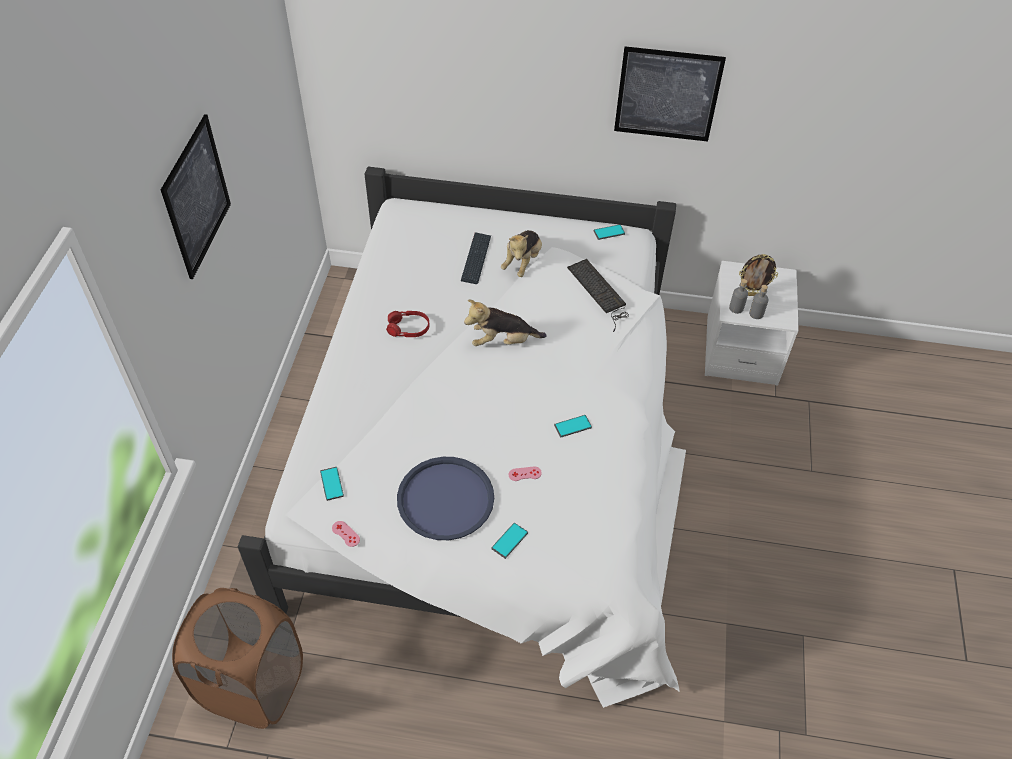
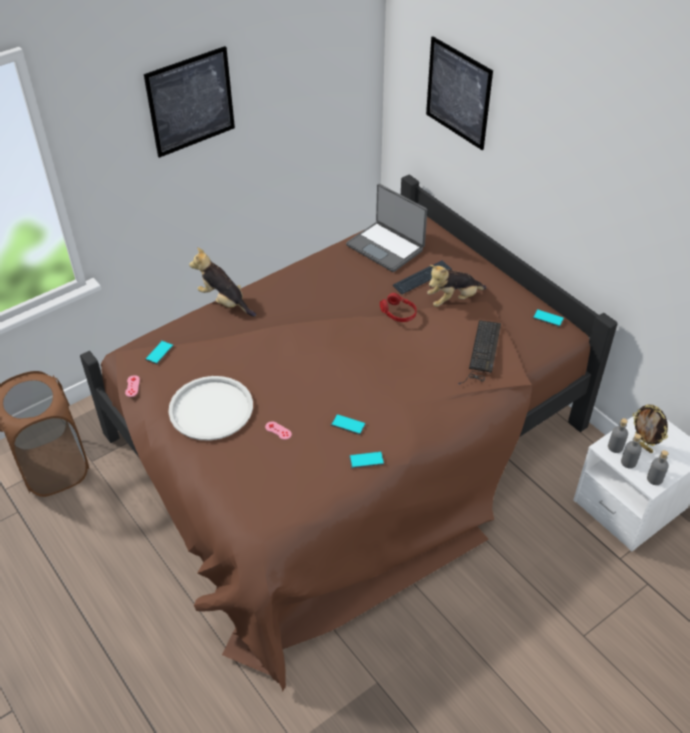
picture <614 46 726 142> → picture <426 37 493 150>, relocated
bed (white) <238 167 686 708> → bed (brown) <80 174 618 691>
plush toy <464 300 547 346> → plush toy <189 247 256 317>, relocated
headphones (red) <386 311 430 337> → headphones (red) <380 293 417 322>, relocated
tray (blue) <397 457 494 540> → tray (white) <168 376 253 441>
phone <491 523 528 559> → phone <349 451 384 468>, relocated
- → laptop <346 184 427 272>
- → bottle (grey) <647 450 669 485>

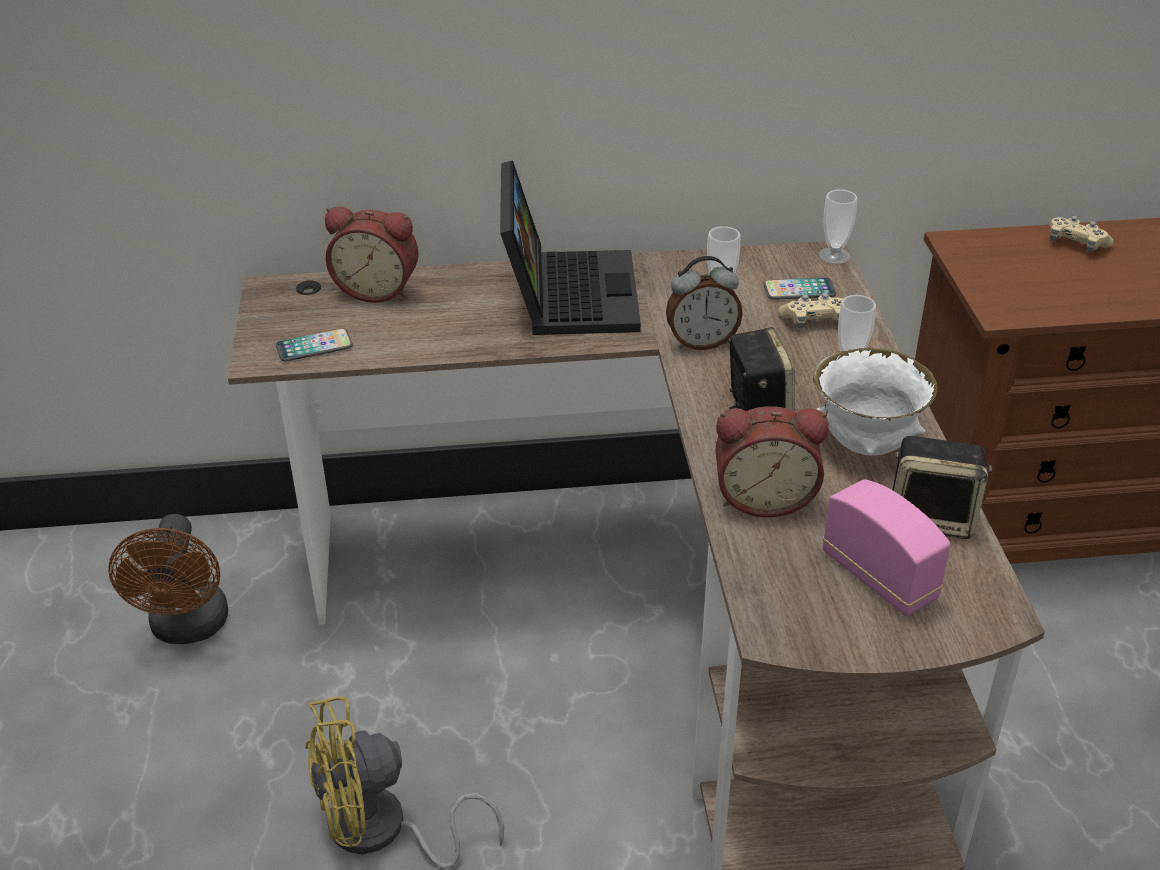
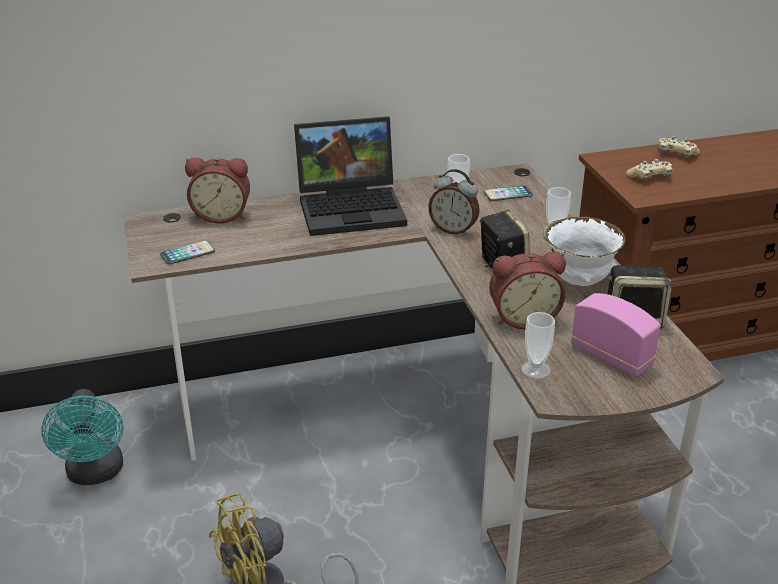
laptop <500 160 641 335> → laptop <294 116 407 236>, 90 degrees clockwise
cup <819 189 858 264> → cup <521 312 555 379>, relocated
alarm clock <666 256 743 350> → alarm clock <428 169 480 236>, 45 degrees clockwise
game controller (beige) <778 293 843 328> → game controller (beige) <626 159 672 181>, relocated
fan (brown) <108 514 228 644> → fan (turquoise) <41 389 124 485>

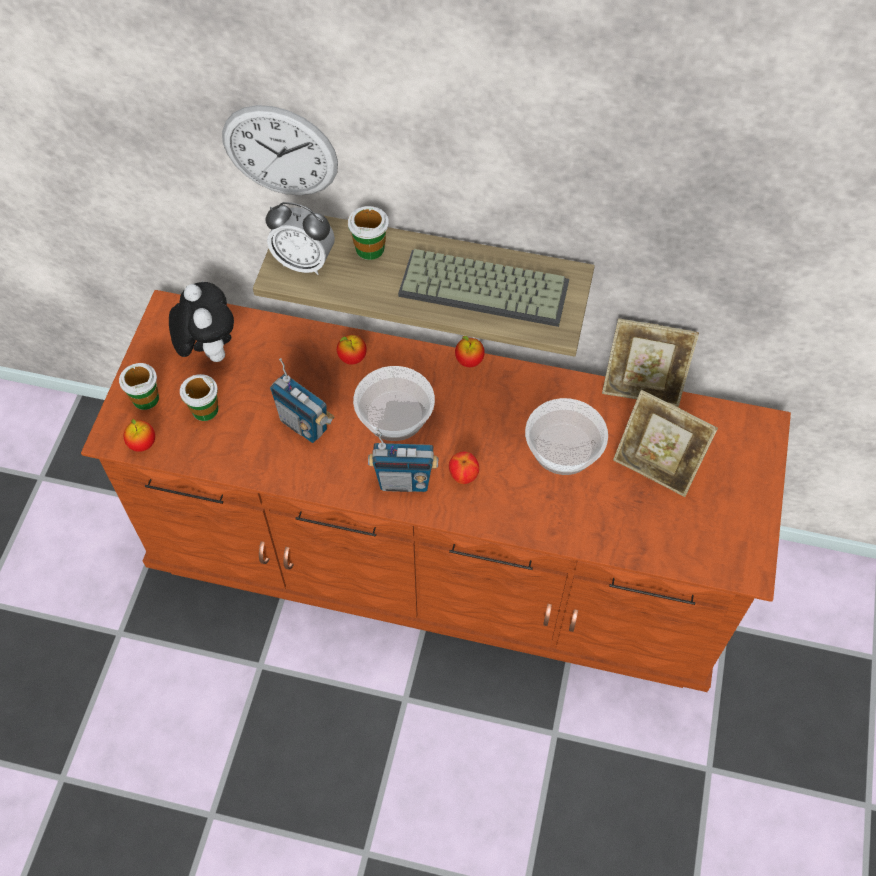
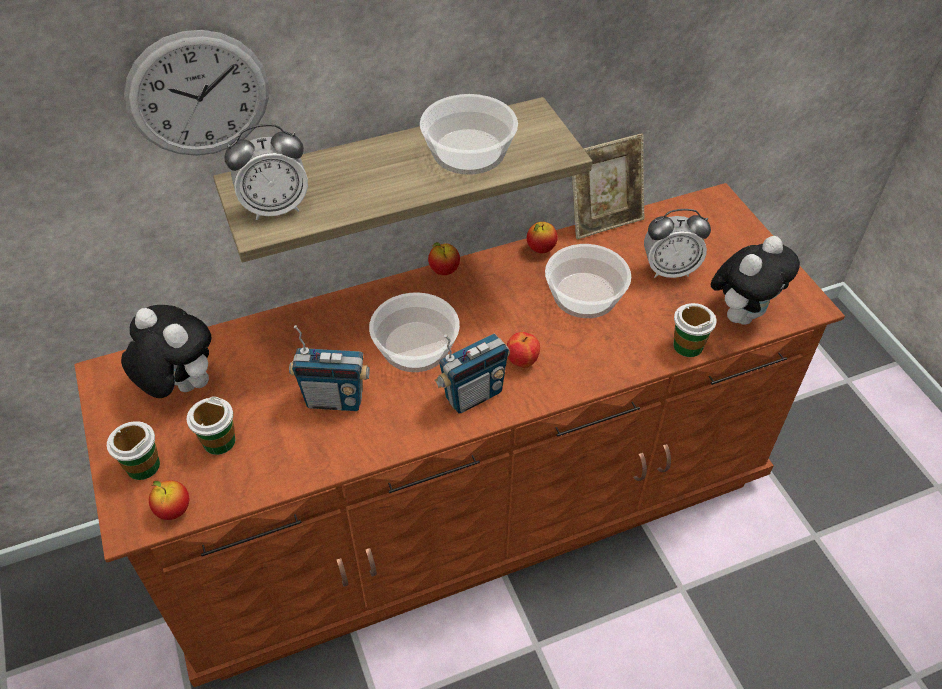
cup <348 206 389 260> → cup <673 303 717 357>, relocated
keyboard <398 249 569 327> → bowl <420 94 518 175>
apple <337 335 367 365> → apple <527 222 557 253>, relocated
picture frame <613 390 718 497> → alarm clock <644 209 711 278>
- → plush toy <710 236 800 325>

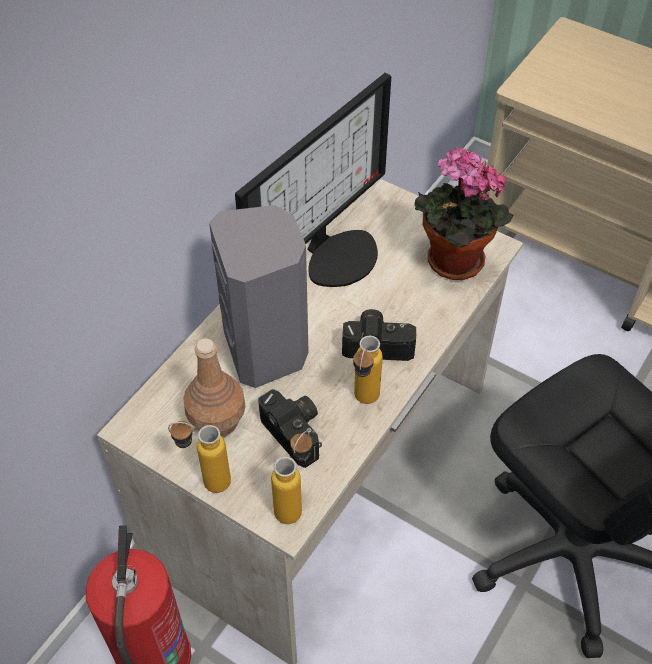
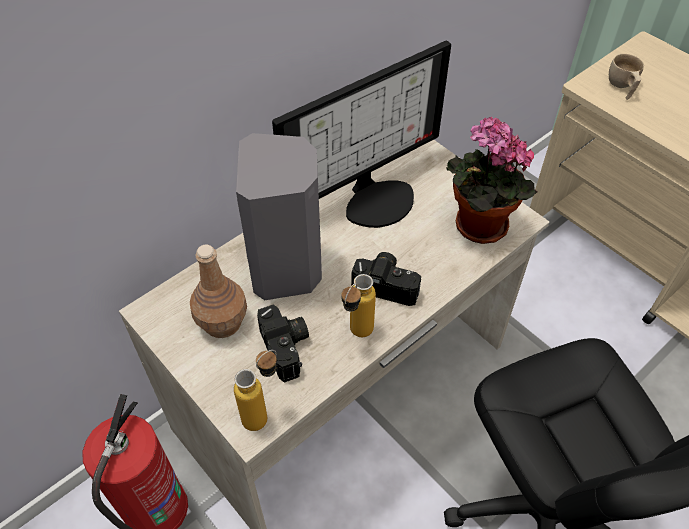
bottle <168 421 231 493> → -
- → cup (beige) <609 54 644 100>

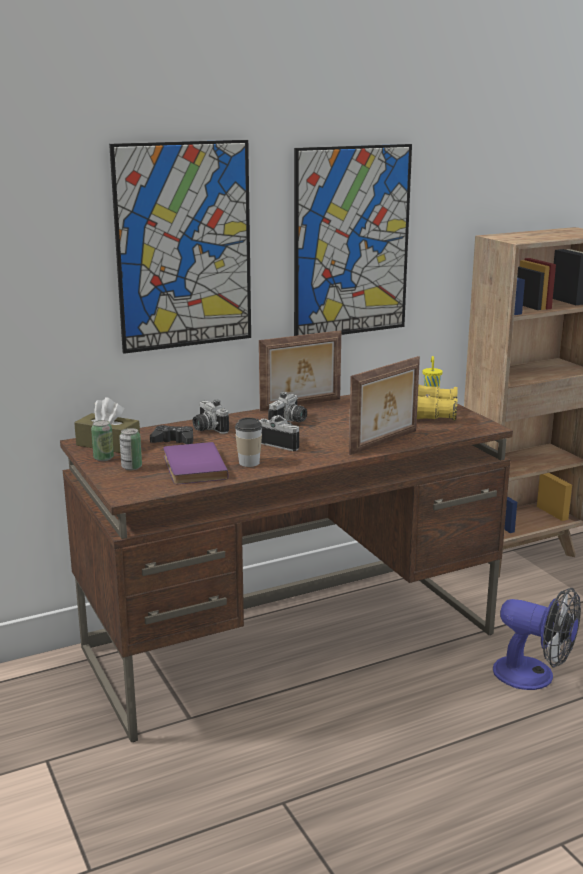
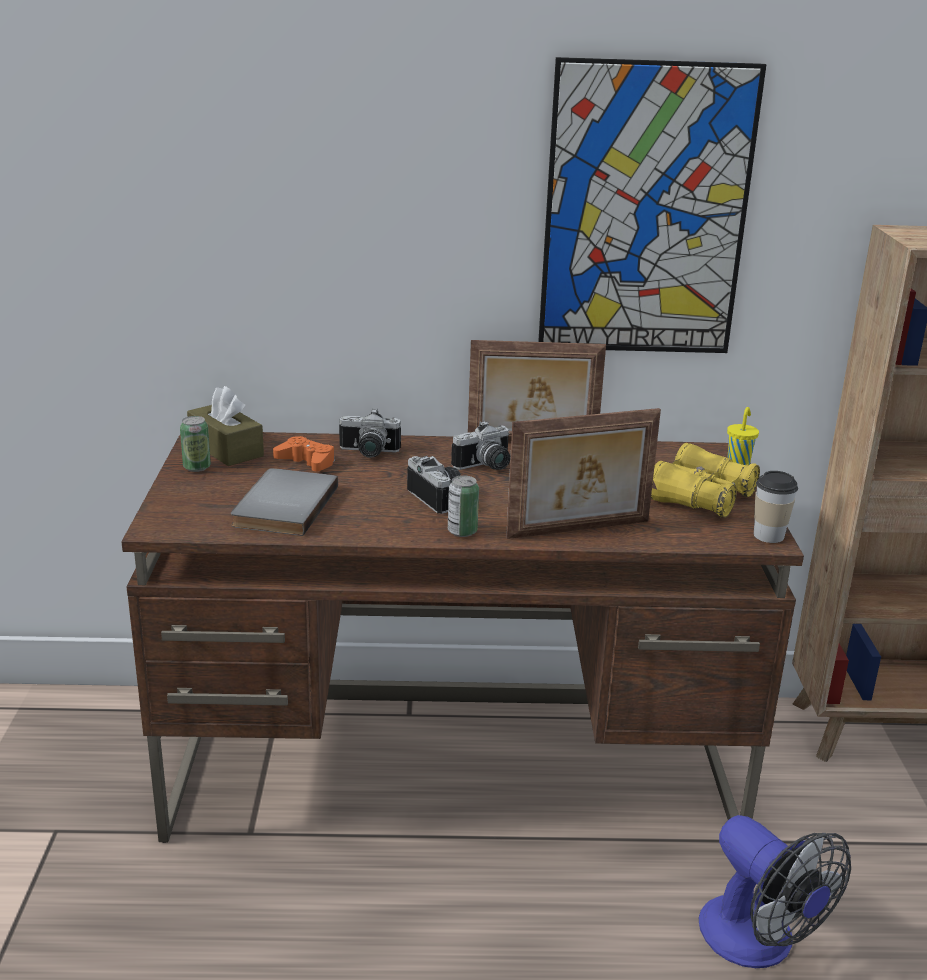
picture <109 140 251 354> → -
photo camera <193 400 229 434> → photo camera <339 409 401 458>, 75 degrees counterclockwise
cup <235 418 263 467> → cup <754 471 798 543>, relocated
game controller (black) <150 425 193 444> → game controller (orange) <273 436 335 471>
can <119 428 142 470> → can <448 475 479 537>, relocated
book (purple) <163 442 228 484> → book (grey) <231 468 338 536>

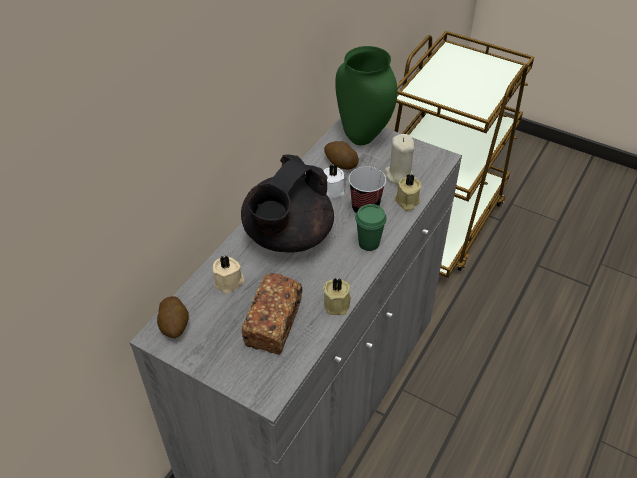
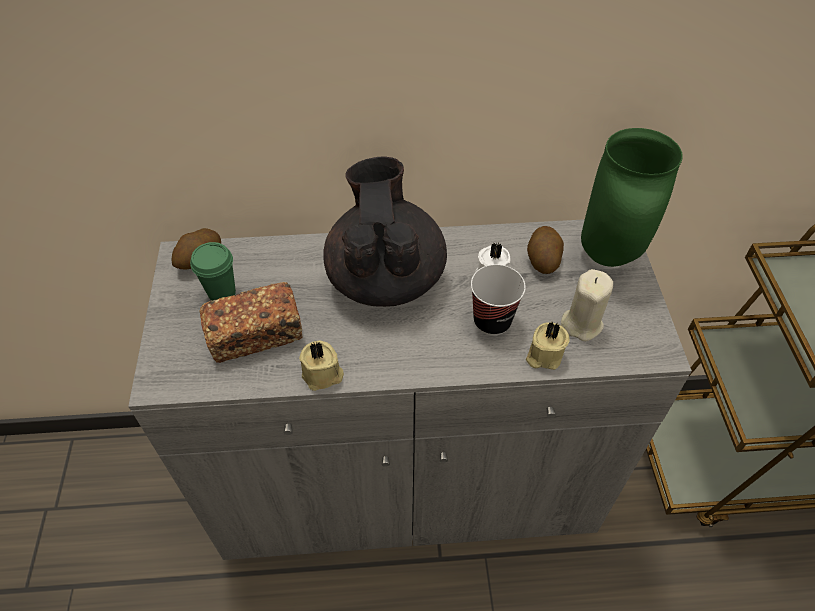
teapot (black) <241 155 334 252> → teapot (black) <323 157 447 307>, 90 degrees clockwise
cup (green) <355 204 387 251> → cup (green) <190 242 236 300>, relocated
candle (beige) <213 256 244 294> → -

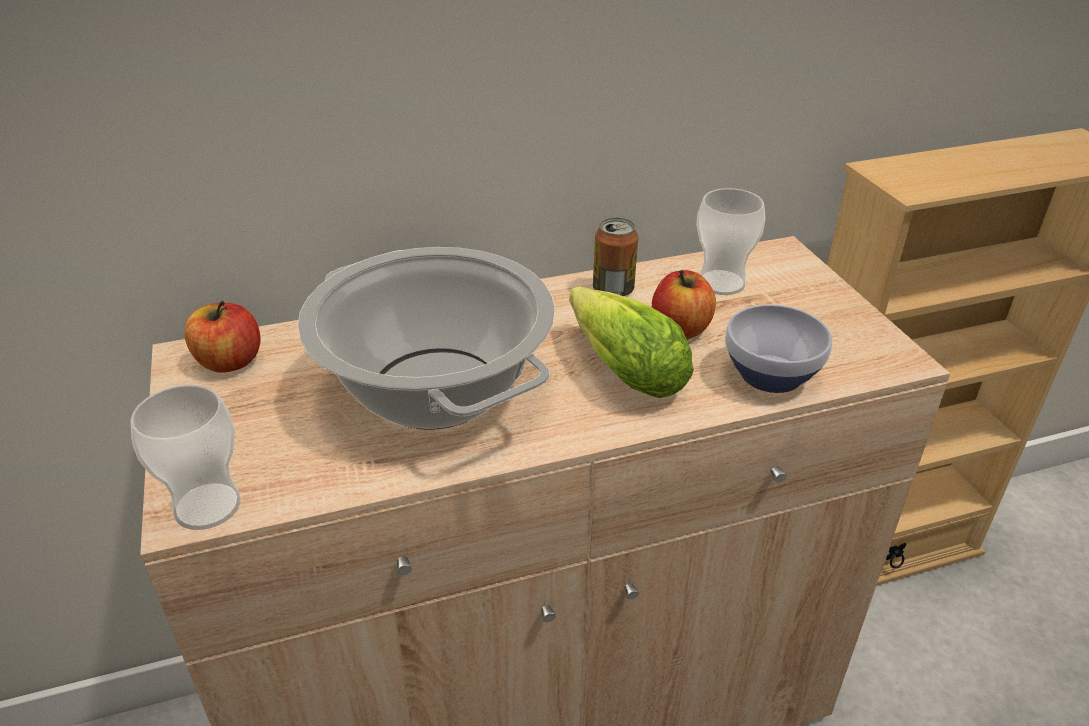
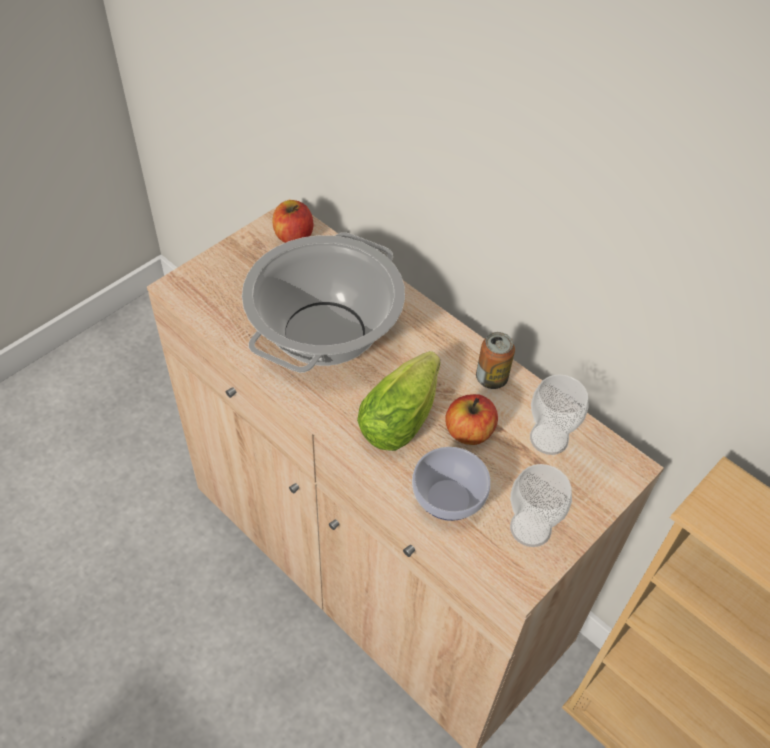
cup <131 385 241 530> → cup <510 464 572 547>, relocated

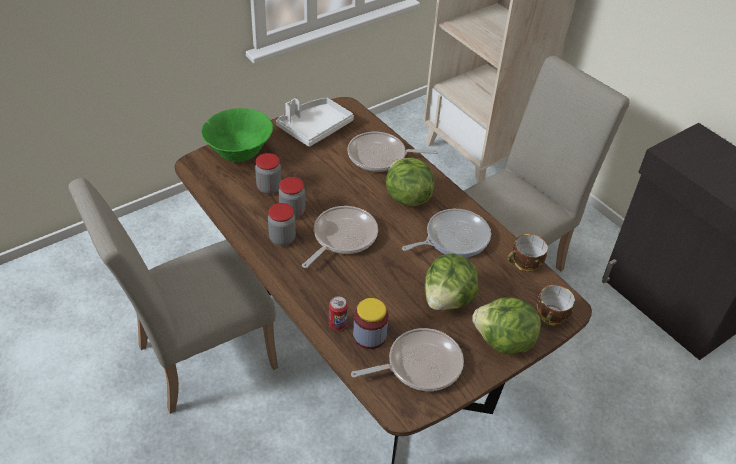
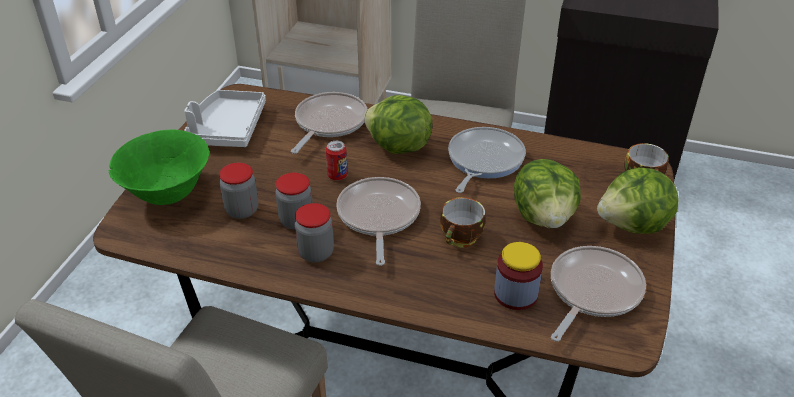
frying pan <347 132 438 172> → frying pan <291 92 367 154>, 150 degrees clockwise
cup <508 234 548 272> → cup <440 197 486 248>, relocated
can <329 297 348 330> → can <326 141 348 180>, relocated

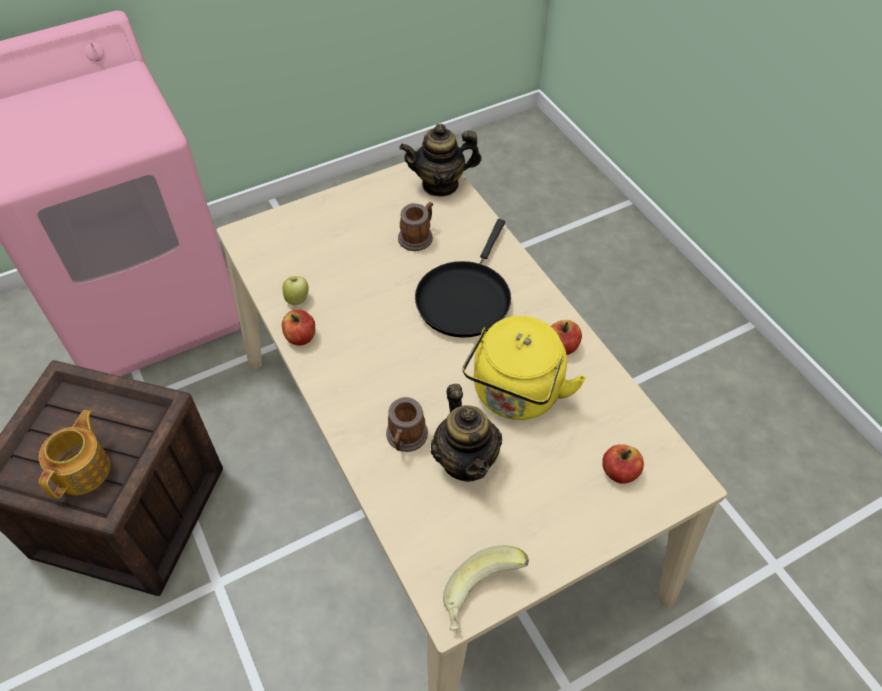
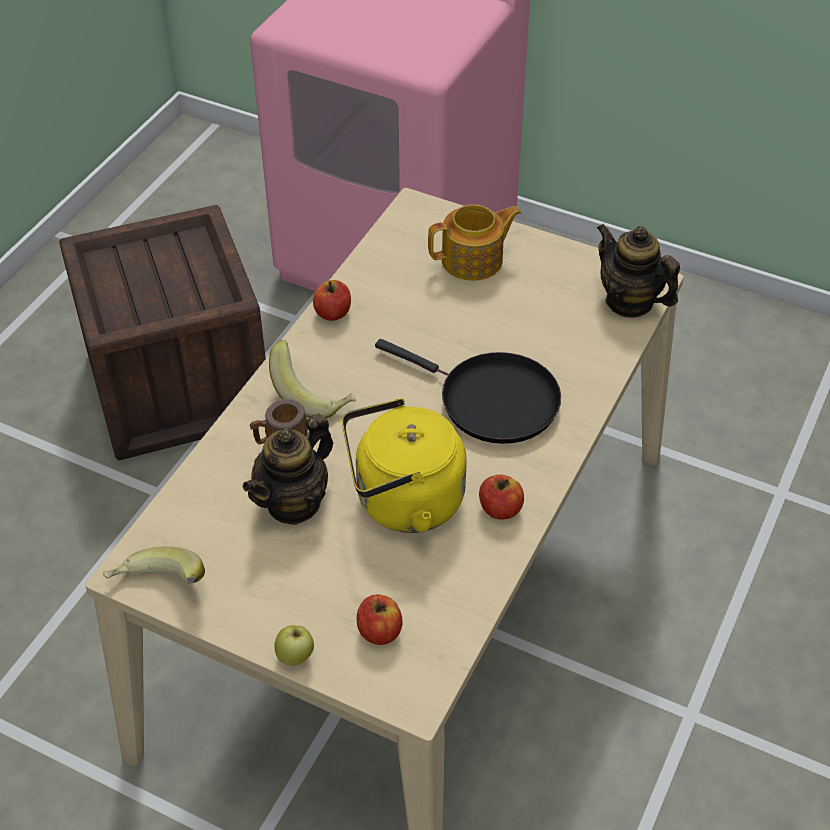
mug <398 202 433 251> → -
frying pan (black) <415 219 511 338> → frying pan (black) <375 339 561 444>, 135 degrees counterclockwise
apple <283 276 309 306> → apple <275 625 314 666>, relocated
teapot <39 410 110 499> → teapot <428 204 521 281>, relocated
- → banana <269 340 356 418>

